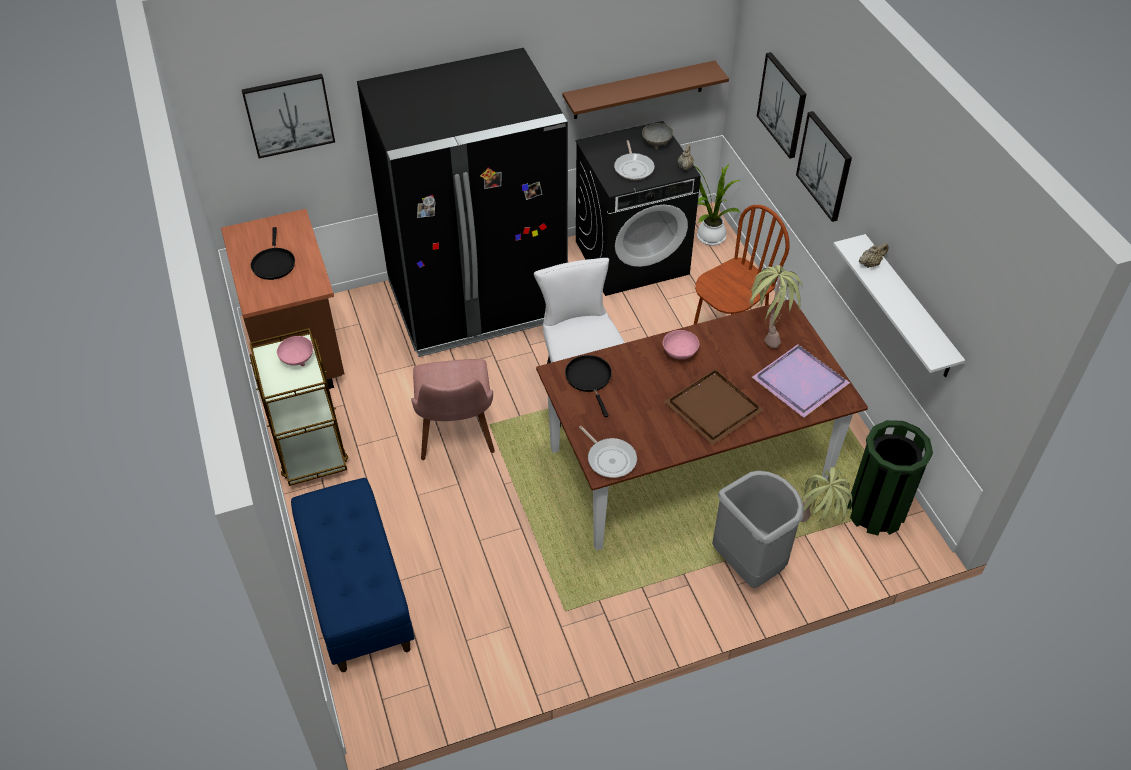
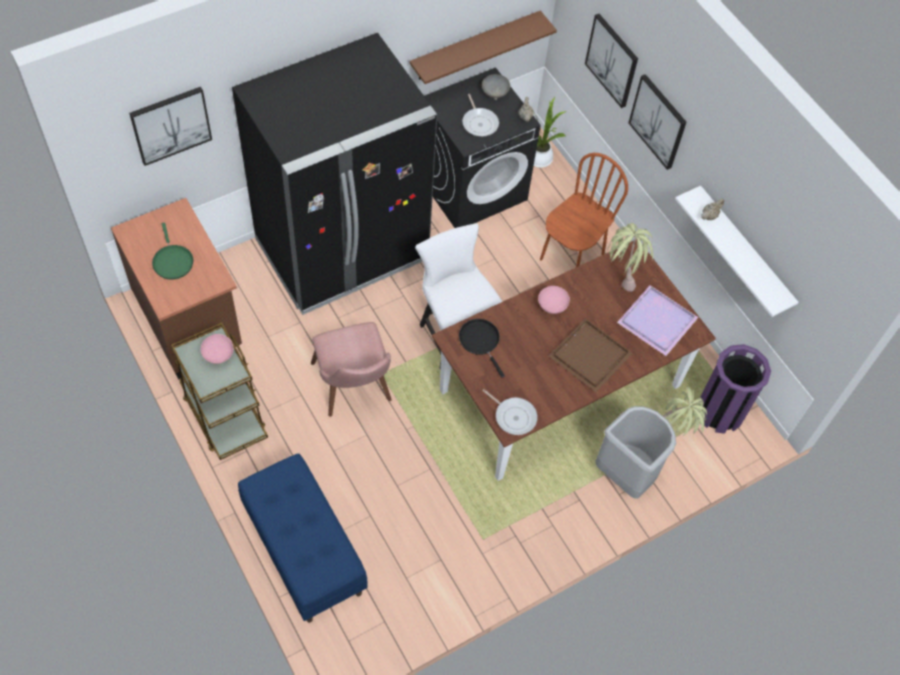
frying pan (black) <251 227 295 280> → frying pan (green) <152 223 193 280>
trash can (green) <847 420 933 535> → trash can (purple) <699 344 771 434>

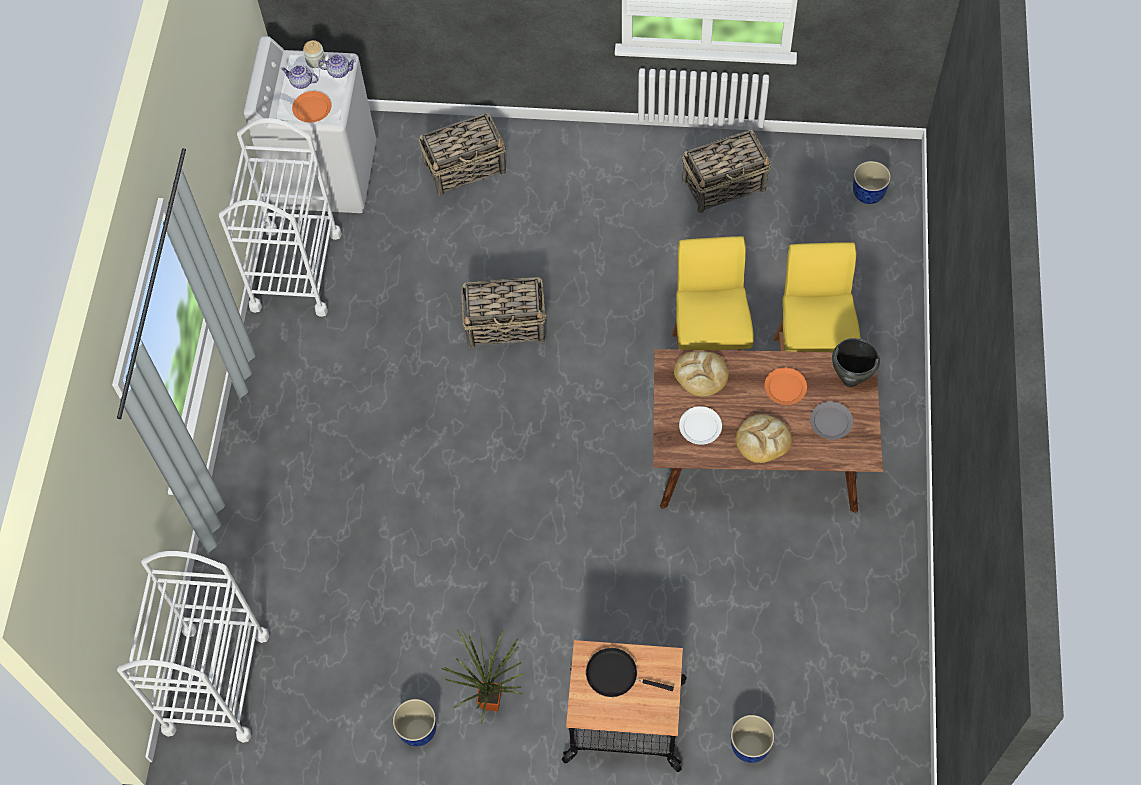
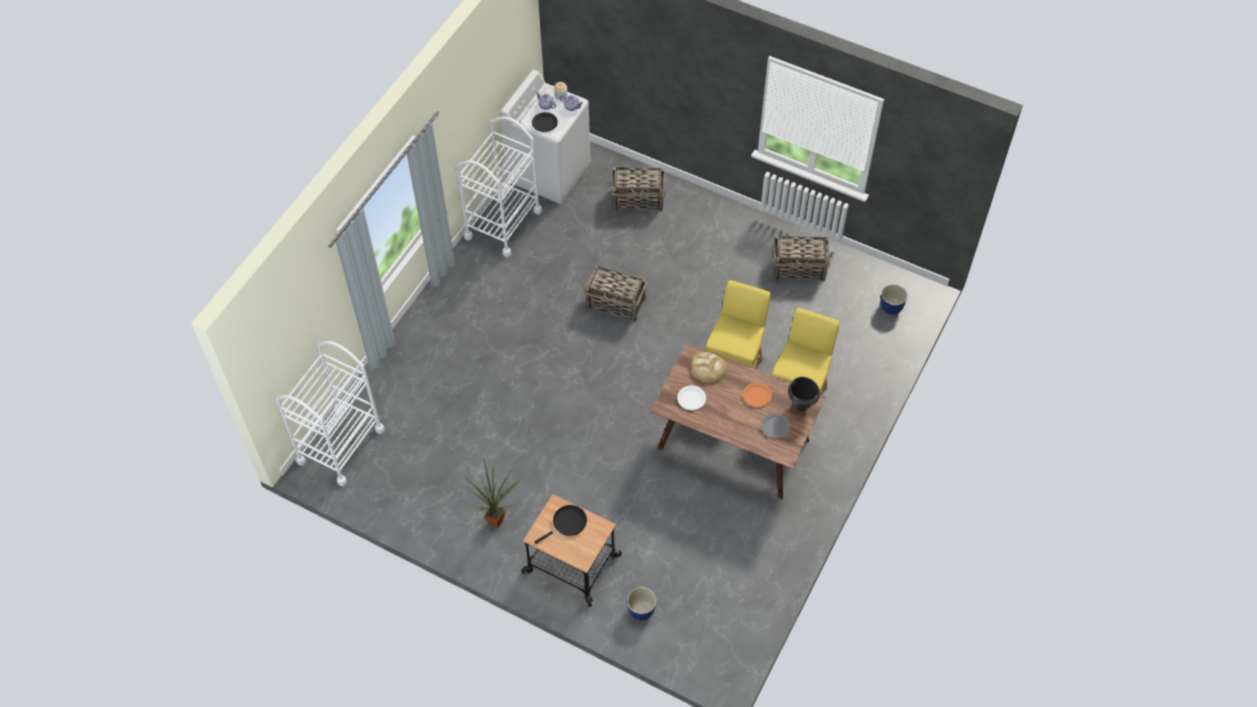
plate (orange) <292 91 331 123> → plate (black) <532 112 558 132>
bread <735 414 792 463> → -
frying pan (black) <586 648 674 697> → frying pan (black) <534 505 587 544>, 105 degrees clockwise
planter <393 699 436 746> → -

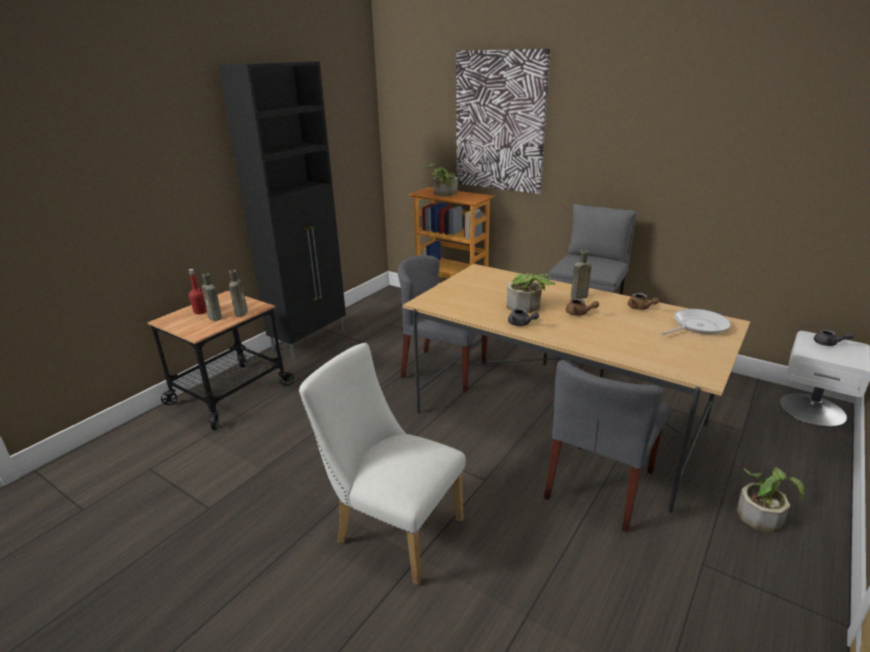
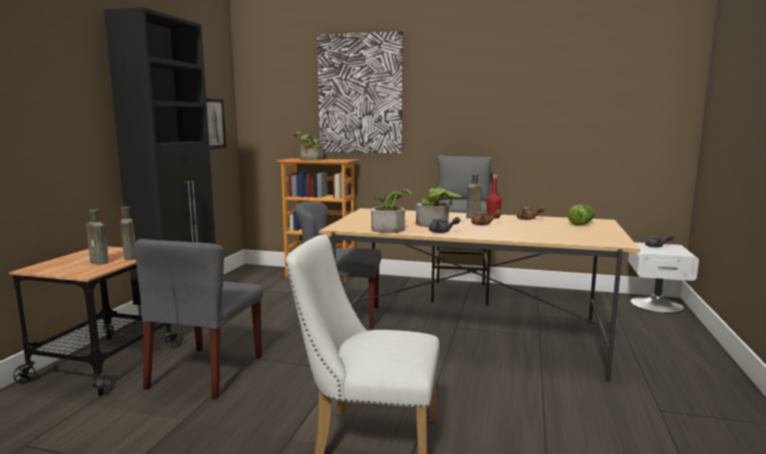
bottle (red) <188 269 207 314> → bottle (red) <486 174 502 219>, relocated
frying pan <661 309 730 335> → lettuce <568 205 595 226>
chair (grey) <544 360 671 532> → chair (grey) <135 239 263 400>, relocated
potted plant <737 468 804 533> → potted plant <371 189 412 233>, relocated
- → picture <206 98 226 149>

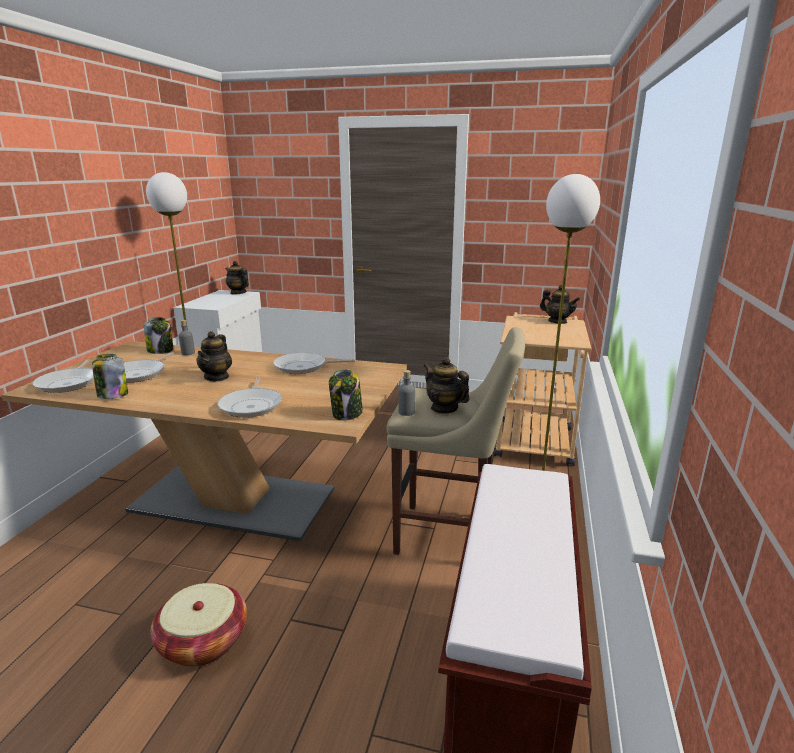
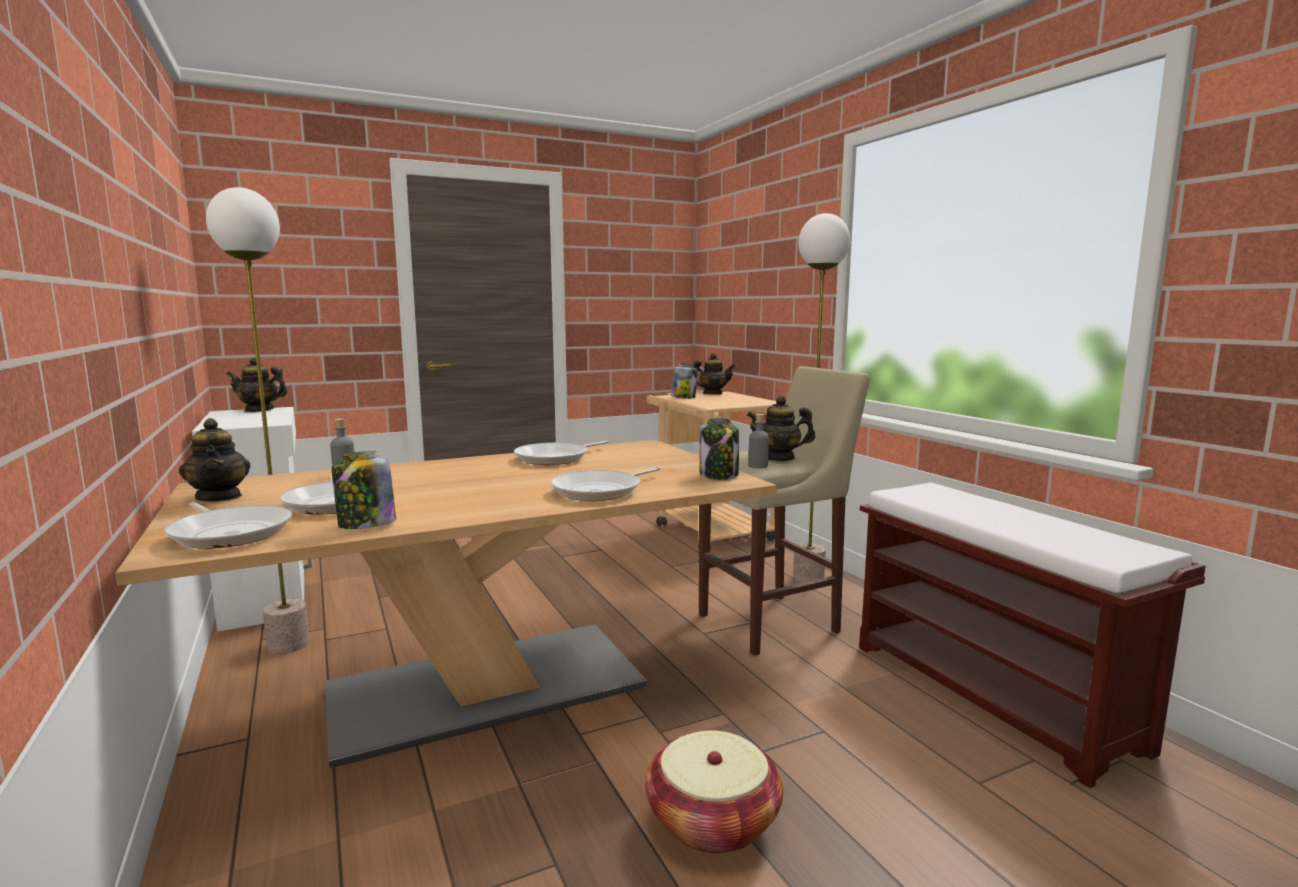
jar <144 317 173 354> → jar <671 363 698 399>, relocated
teapot <196 331 232 381> → teapot <179 418 250 502>, relocated
frying pan <217 377 282 418> → frying pan <551 467 661 501>, 90 degrees clockwise

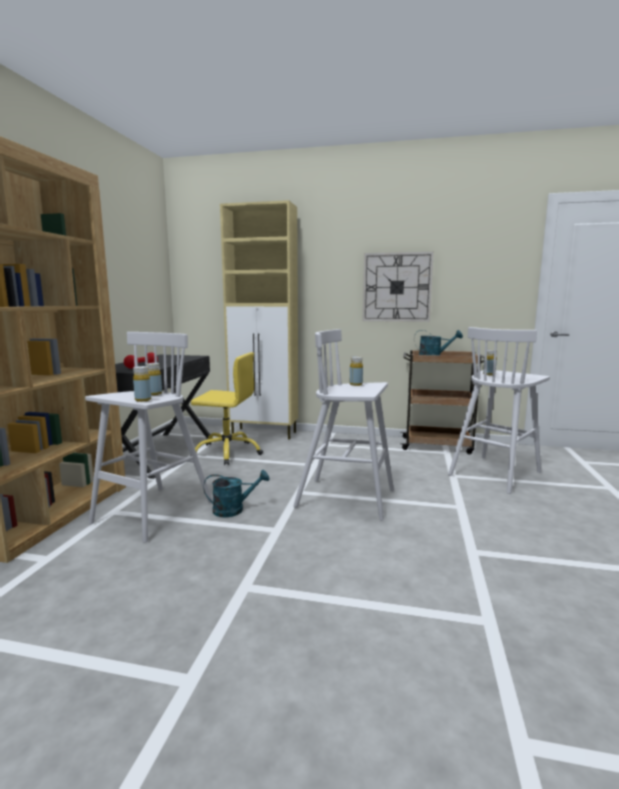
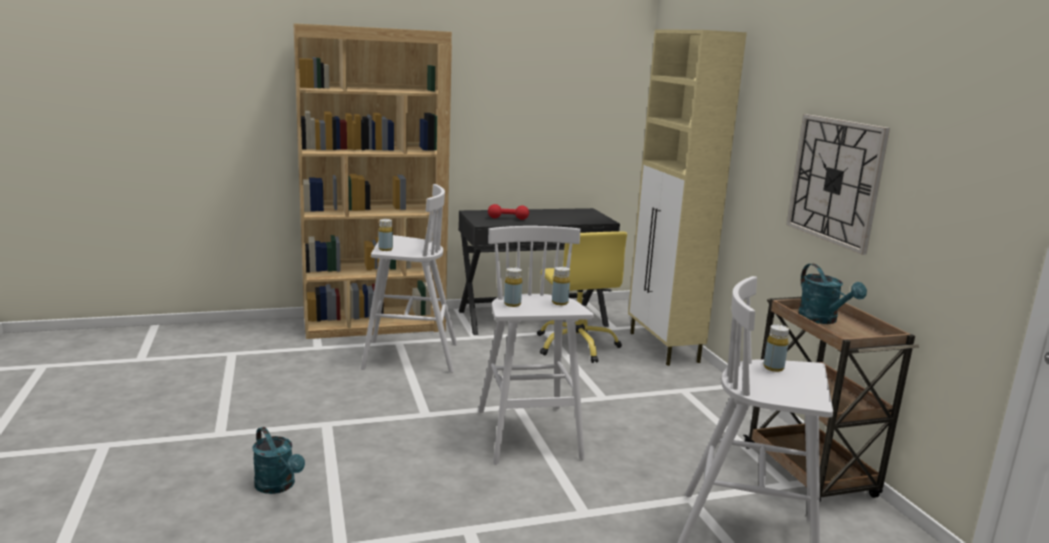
bottle (yellow) <146 363 162 395> → bottle (yellow) <504 267 522 307>, relocated
watering can (turquoise) <204 470 269 517> → watering can (turquoise) <253 427 305 494>, relocated

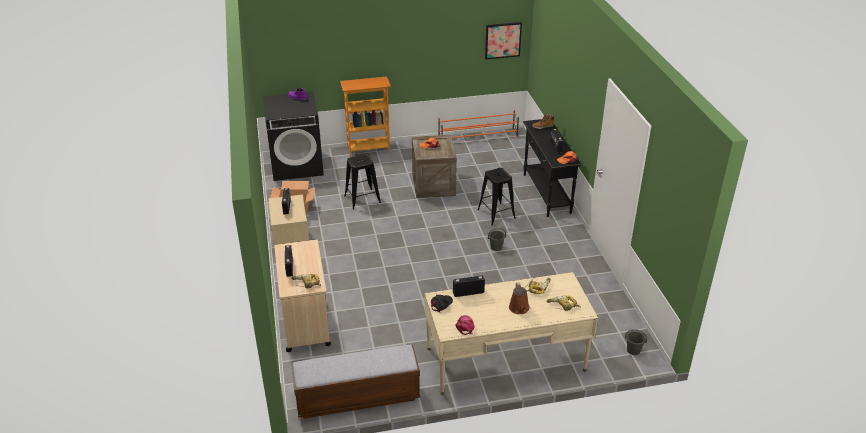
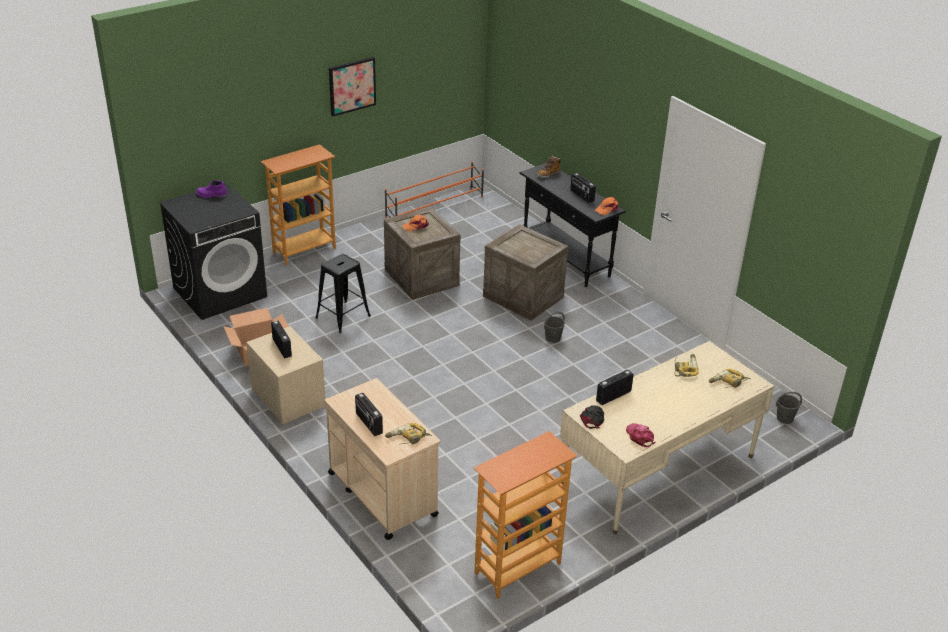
picture <485 22 522 59> → picture <329 57 376 116>, relocated
stool (black) <477 168 516 226> → crate <483 224 568 321>
watering can (brown) <509 282 530 314> → -
bench <291 345 420 419> → bookcase <474 431 578 599>

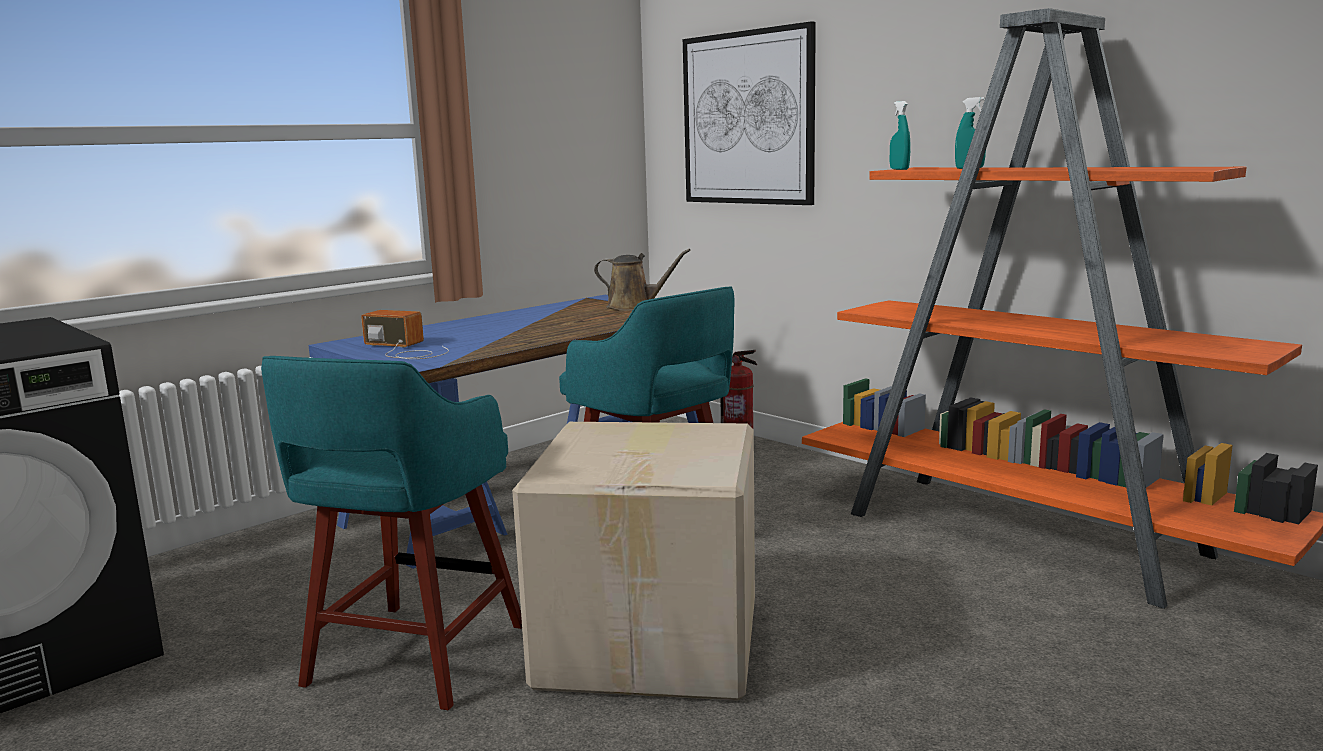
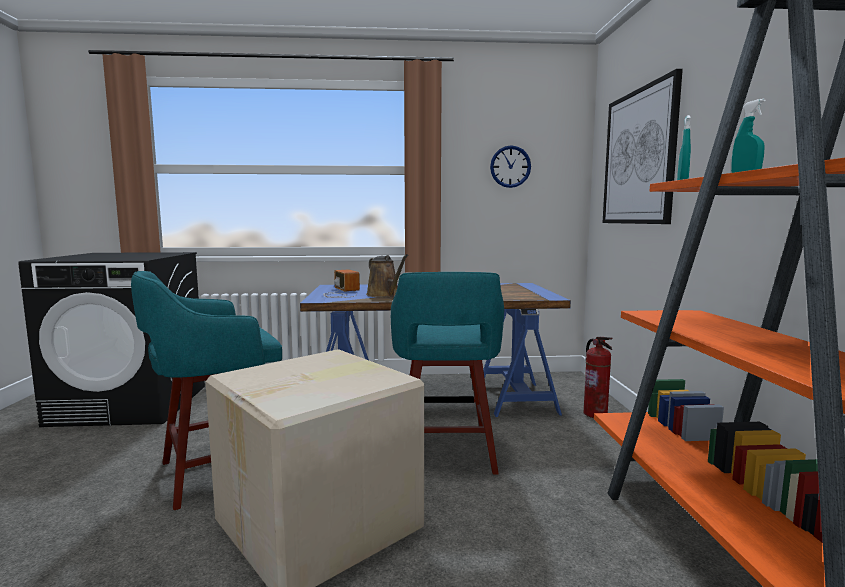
watering can (brown) <594 249 690 311> → watering can (brown) <366 254 408 297>, relocated
- → wall clock <490 145 531 188>

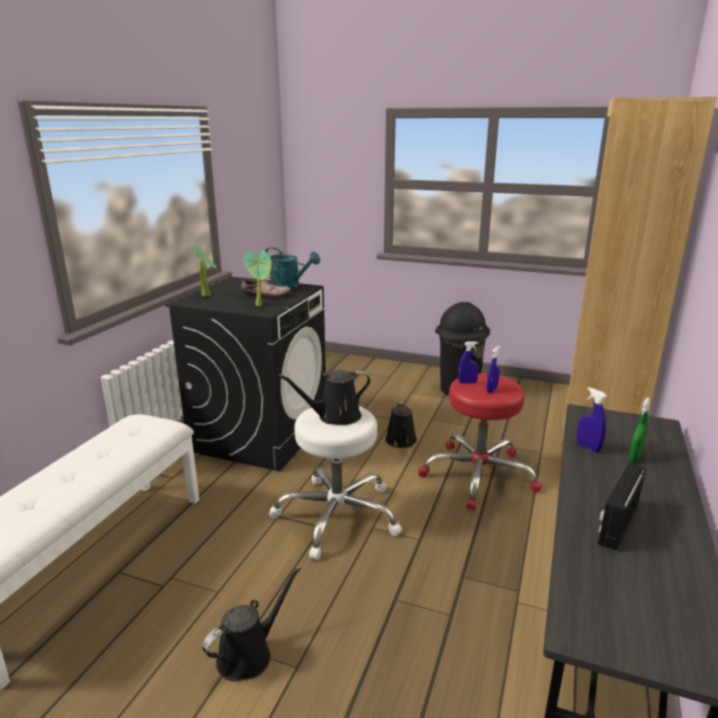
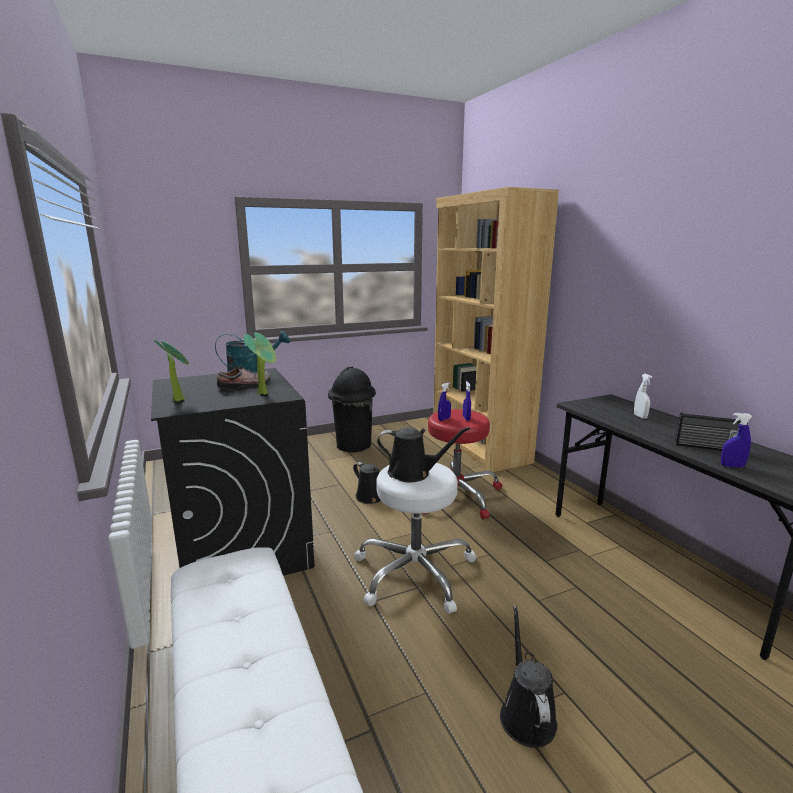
watering can (black) <279 370 371 425> → watering can (black) <377 427 470 482>, 105 degrees counterclockwise
spray bottle (blue) <577 387 607 452> → spray bottle (blue) <721 413 753 467>, relocated
spray bottle (green) <629 397 650 462> → spray bottle (white) <634 374 652 419>
radio <598 463 646 551> → radio <675 413 748 451>, 60 degrees counterclockwise

